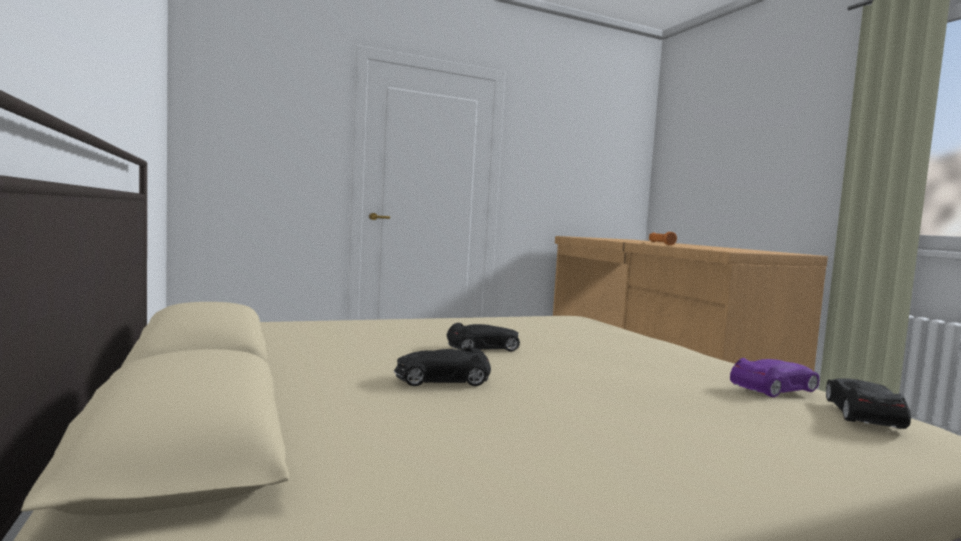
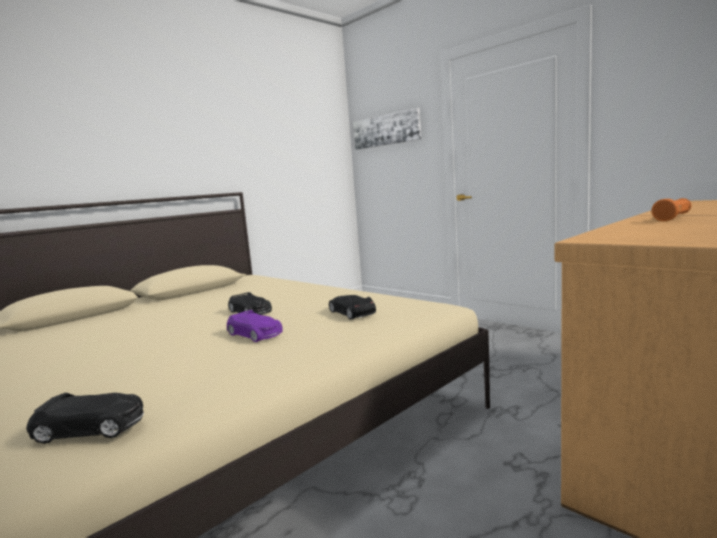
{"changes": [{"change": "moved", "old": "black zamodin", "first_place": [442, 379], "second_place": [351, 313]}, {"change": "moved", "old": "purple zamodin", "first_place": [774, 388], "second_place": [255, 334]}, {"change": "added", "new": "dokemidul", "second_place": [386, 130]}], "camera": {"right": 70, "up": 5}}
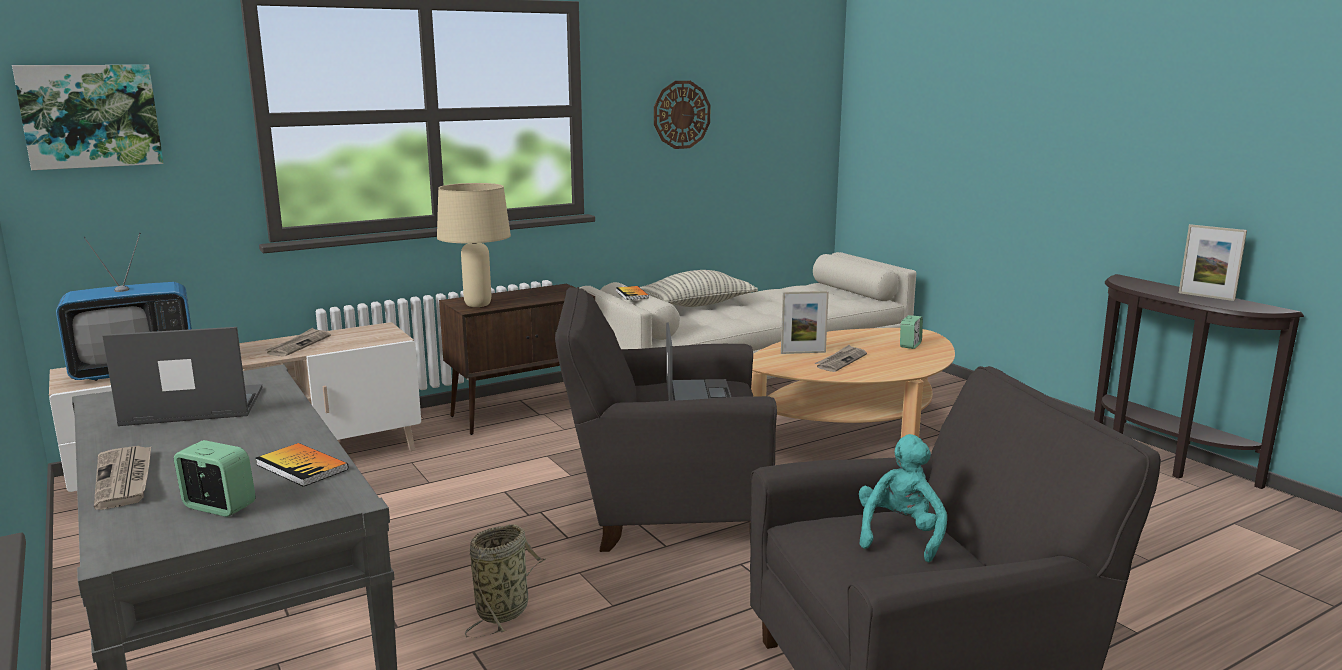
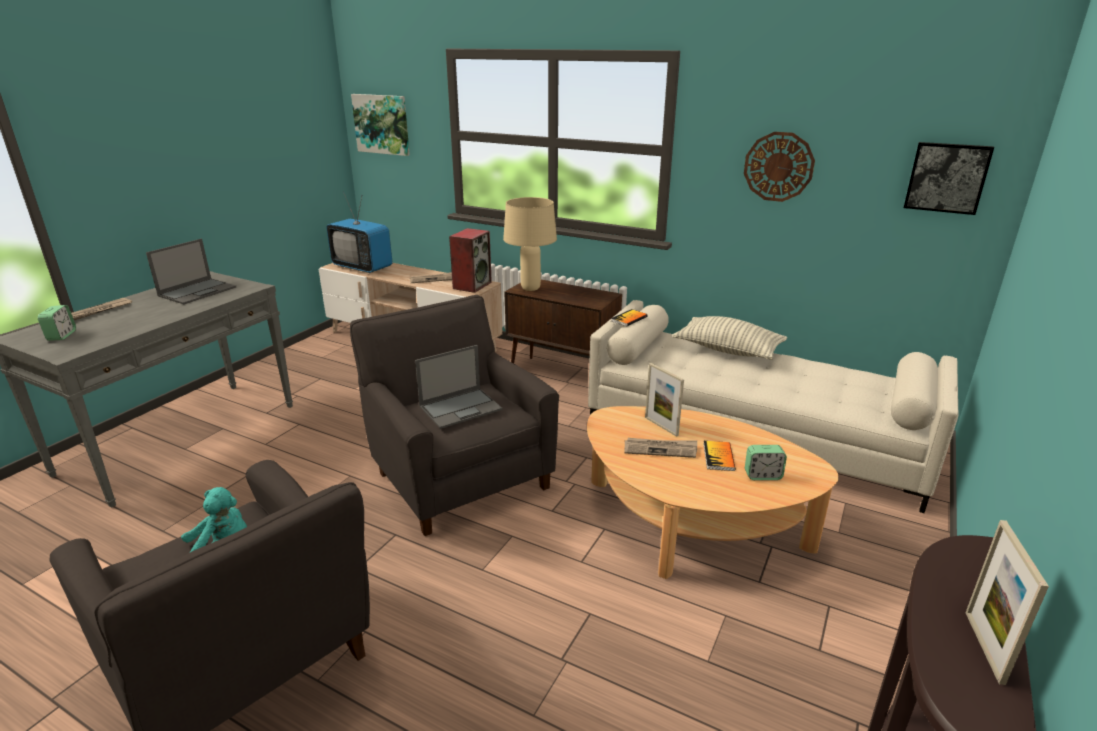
{"changes": [{"change": "turned", "old": "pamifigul", "first_place": [192, 406], "second_place": [198, 291], "degrees": 75}, {"change": "moved", "old": "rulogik", "first_place": [302, 467], "second_place": [718, 457]}, {"change": "removed", "old": "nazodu", "first_place": [504, 610]}, {"change": "added", "new": "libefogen", "second_place": [472, 285]}, {"change": "added", "new": "dokemidul", "second_place": [947, 177]}], "camera": {"right": 60, "up": 10}}
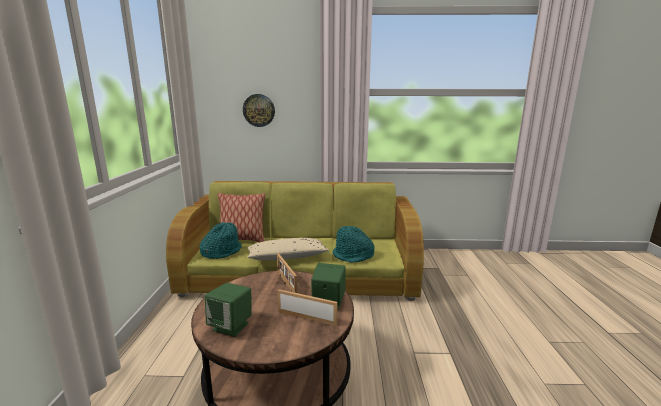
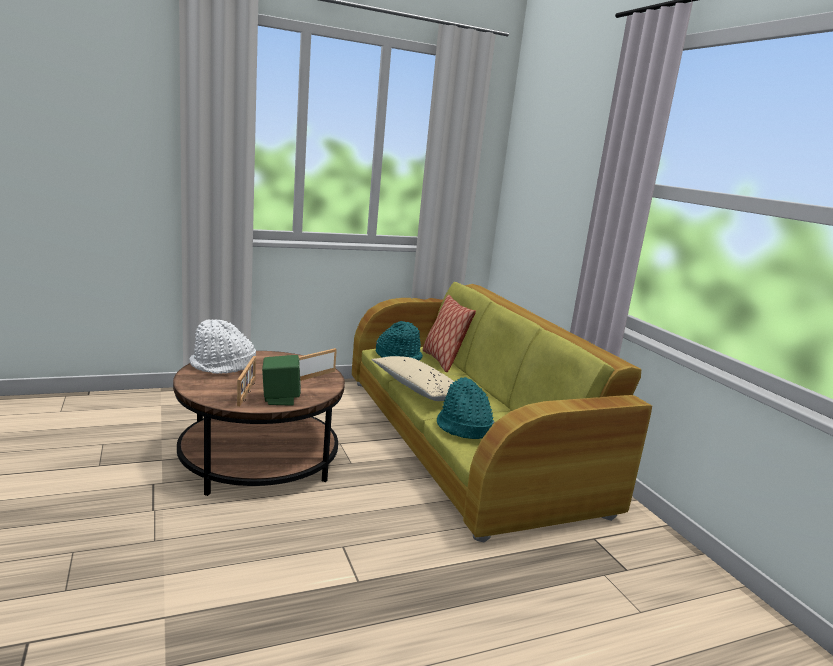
{"changes": [{"change": "replaced", "old": "green libefogen", "new": "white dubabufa", "first_place": [231, 326], "second_place": [222, 366]}, {"change": "removed", "old": "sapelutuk", "first_place": [259, 110]}], "camera": {"right": 65, "up": 0}}
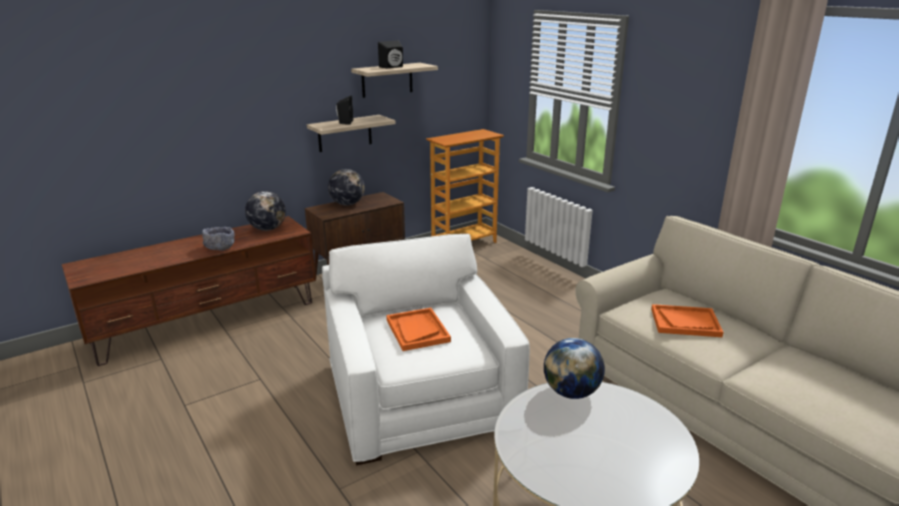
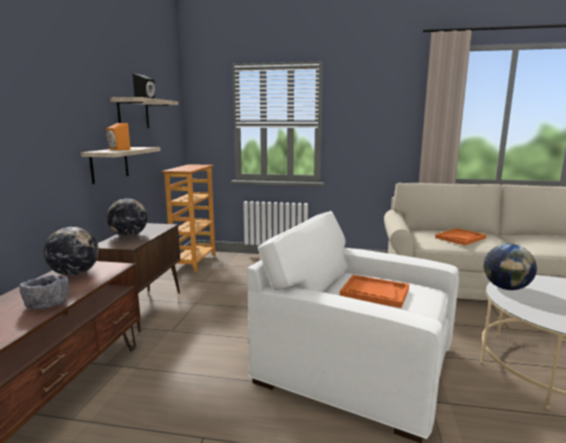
{"changes": [{"change": "recoloured", "old": "black libefogen", "new": "orange libefogen", "first_place": [344, 122], "second_place": [117, 149]}], "camera": {"right": -45, "up": -10}}
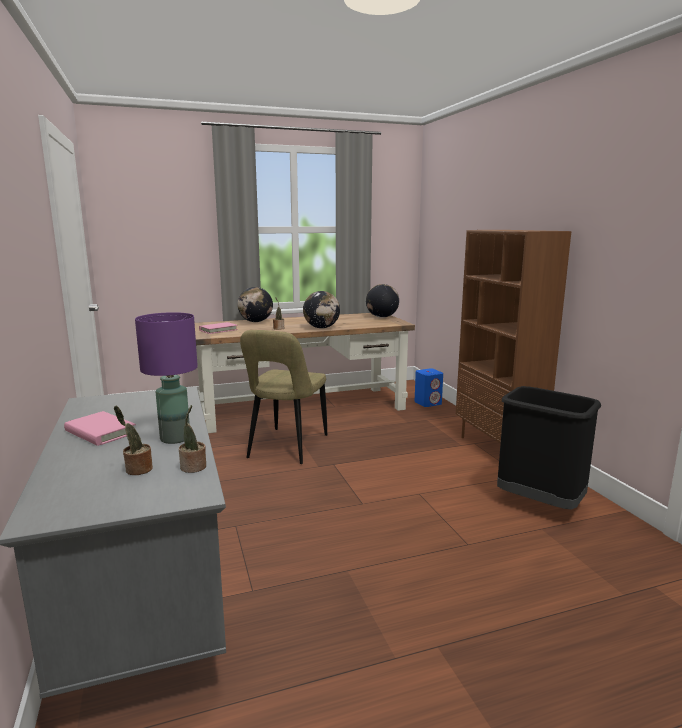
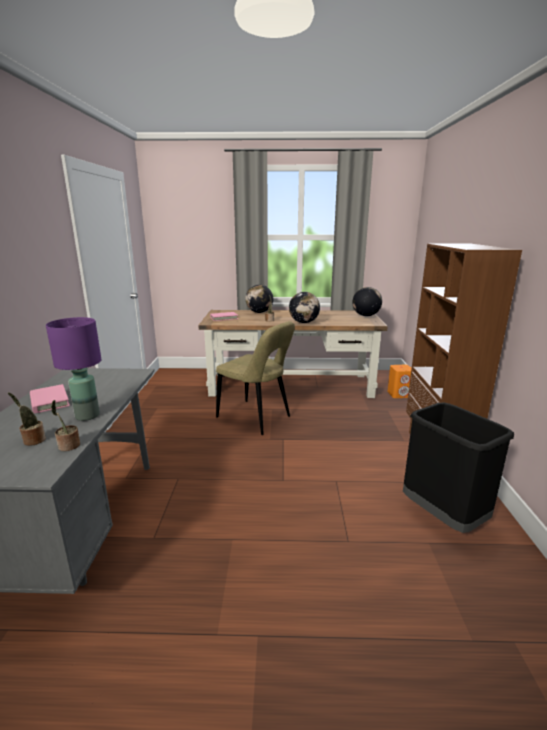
{"changes": [{"change": "turned", "old": "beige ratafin", "first_place": [286, 448], "second_place": [256, 418], "degrees": -90}, {"change": "recoloured", "old": "blue libefogen", "new": "orange libefogen", "first_place": [428, 403], "second_place": [399, 394]}], "camera": {"right": 20, "up": 5}}
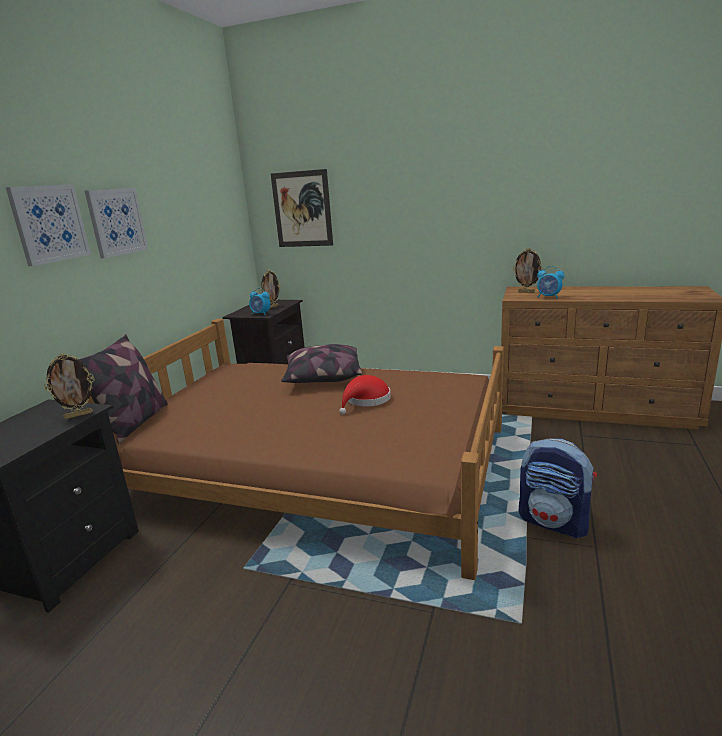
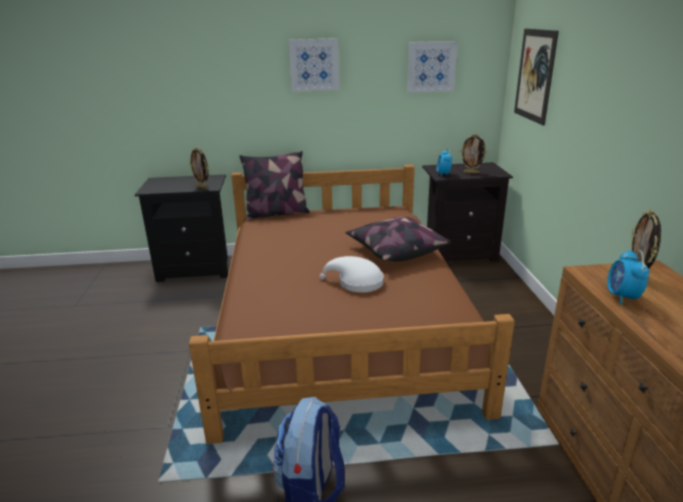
{"changes": [{"change": "moved", "old": "dokemidul", "first_place": [49, 224], "second_place": [431, 67]}, {"change": "recoloured", "old": "red dubabufa", "new": "white dubabufa", "first_place": [366, 401], "second_place": [356, 283]}], "camera": {"right": 65, "up": 5}}
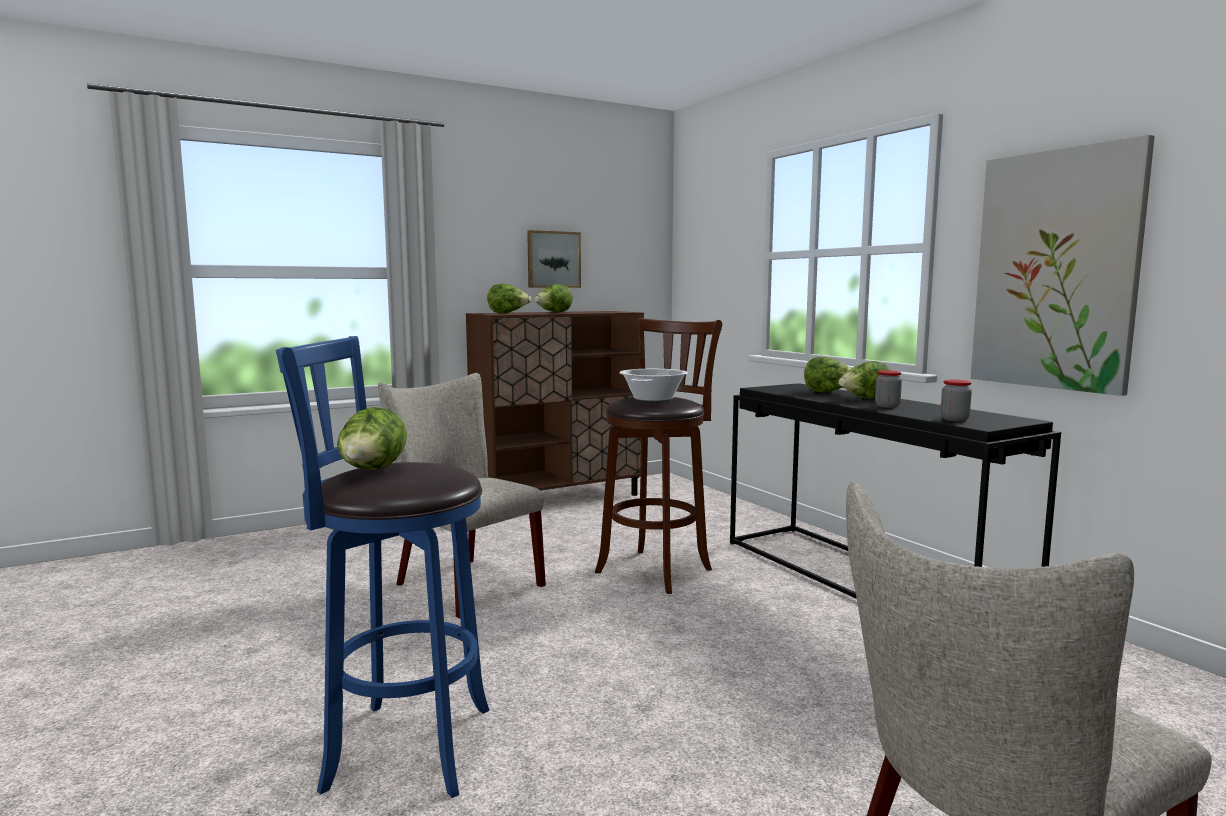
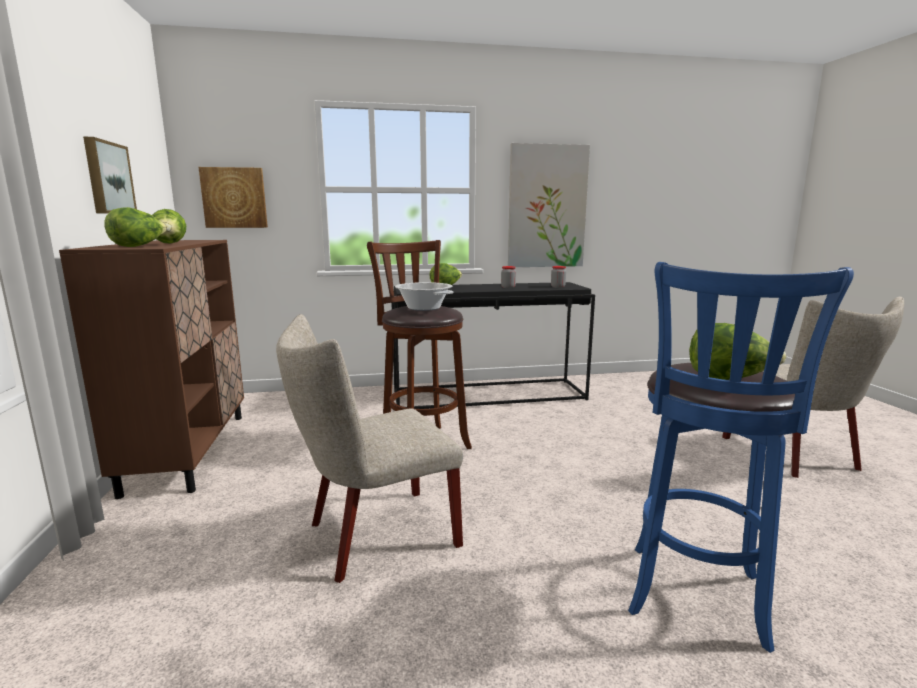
{"changes": [{"change": "removed", "old": "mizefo", "first_place": [865, 399]}, {"change": "added", "new": "dokemidul", "second_place": [234, 198]}], "camera": {"right": -70, "up": 5}}
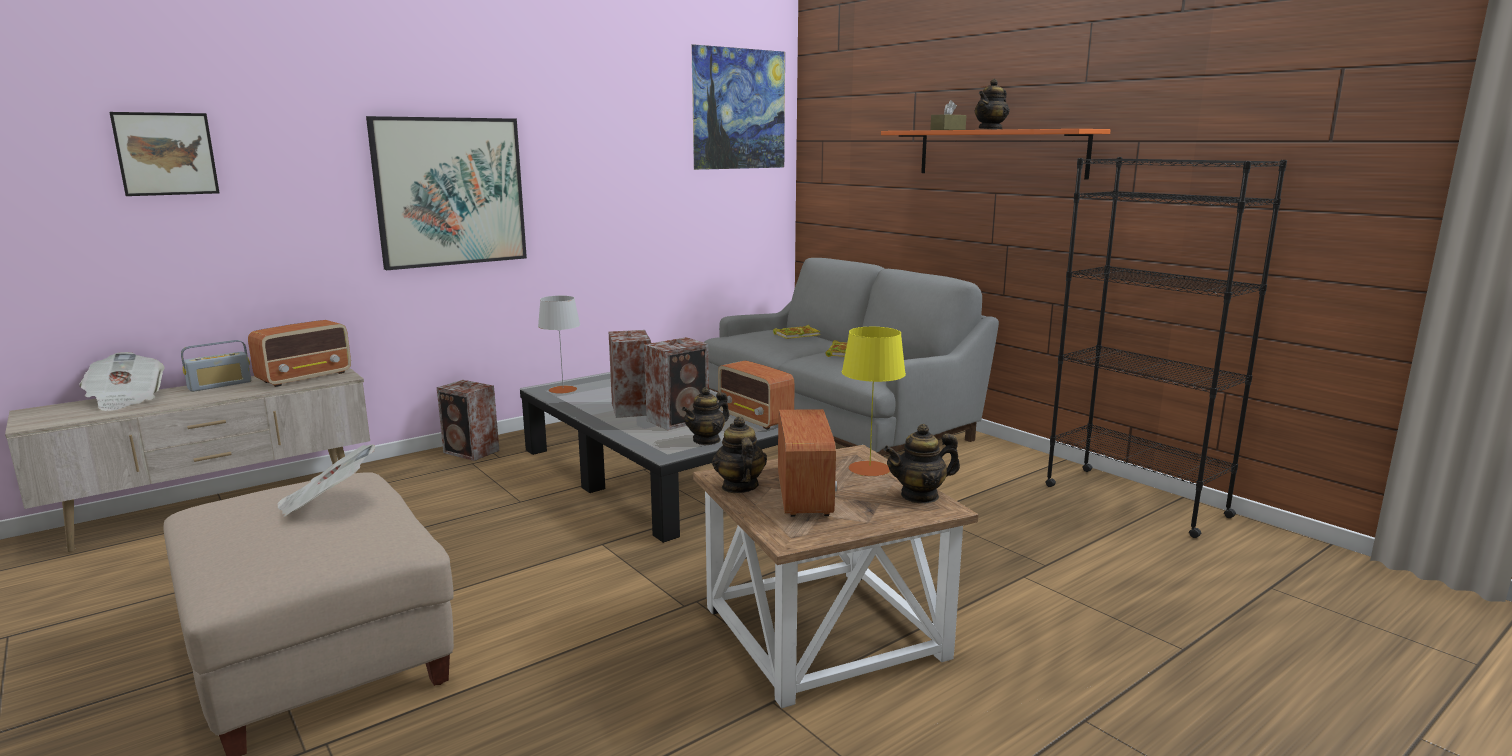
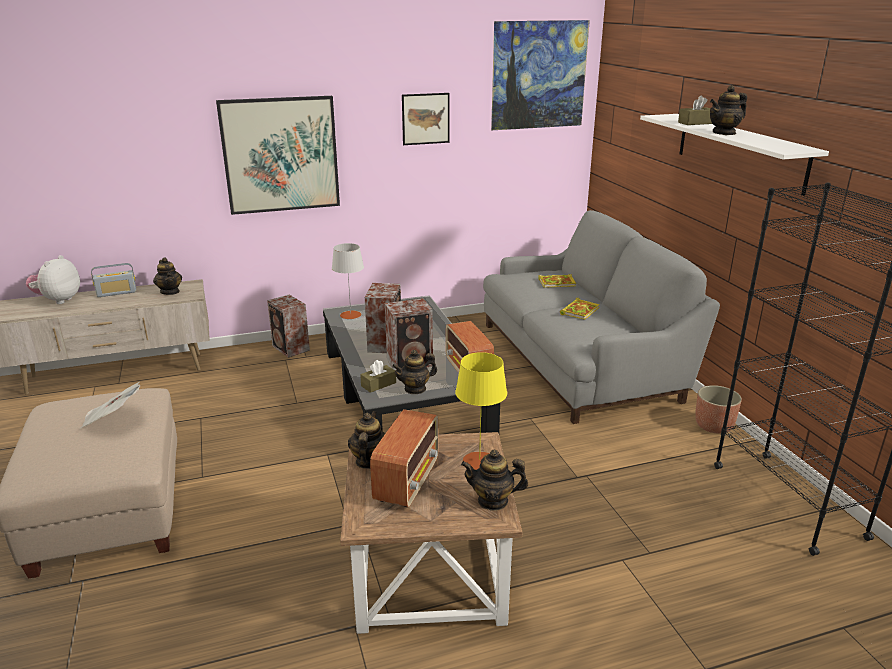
{"changes": [{"change": "replaced", "old": "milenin", "new": "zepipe", "first_place": [125, 400], "second_place": [58, 300]}, {"change": "moved", "old": "dokemidul", "first_place": [166, 154], "second_place": [425, 118]}, {"change": "replaced", "old": "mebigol", "new": "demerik", "first_place": [306, 377], "second_place": [170, 292]}, {"change": "recoloured", "old": "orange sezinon", "new": "white sezinon", "first_place": [999, 153], "second_place": [739, 151]}, {"change": "added", "new": "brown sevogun", "second_place": [378, 384]}, {"change": "added", "new": "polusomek", "second_place": [714, 426]}], "camera": {"right": 20, "up": 10}}
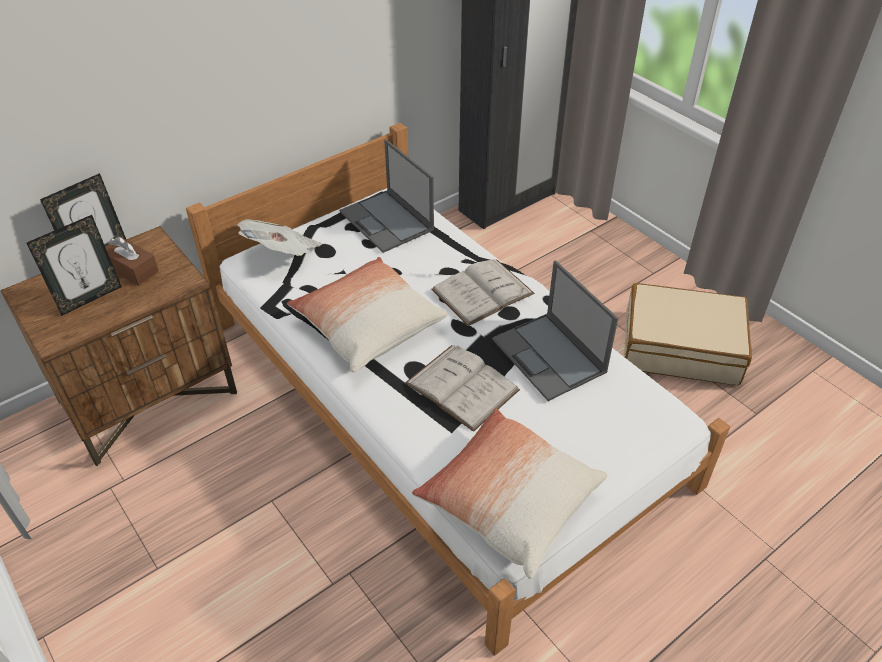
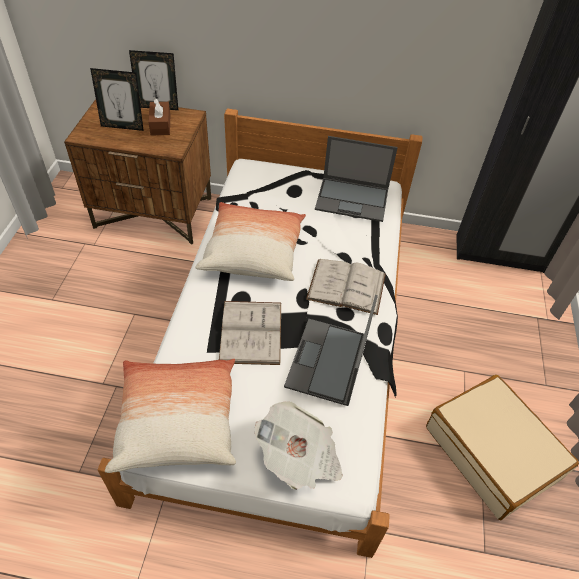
{"changes": [{"change": "moved", "old": "milenin", "first_place": [283, 253], "second_place": [300, 457]}, {"change": "turned", "old": "pamifigul", "first_place": [387, 221], "second_place": [353, 199], "degrees": -90}], "camera": {"right": 45, "up": 5}}
